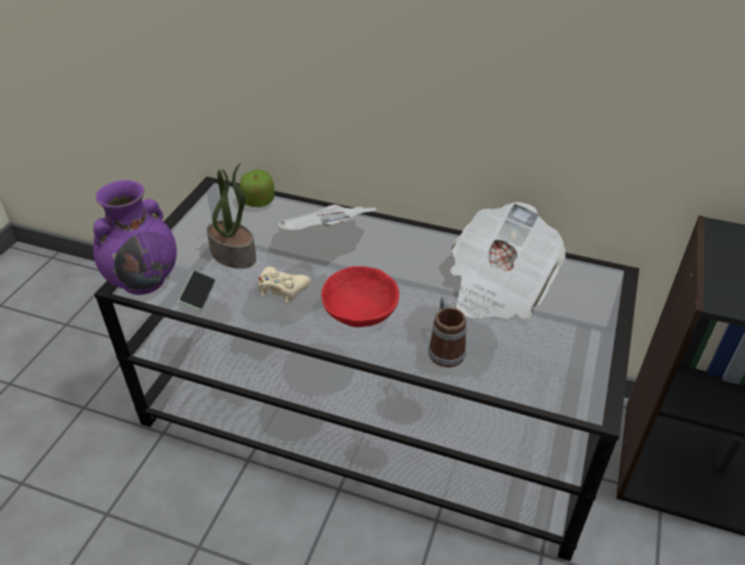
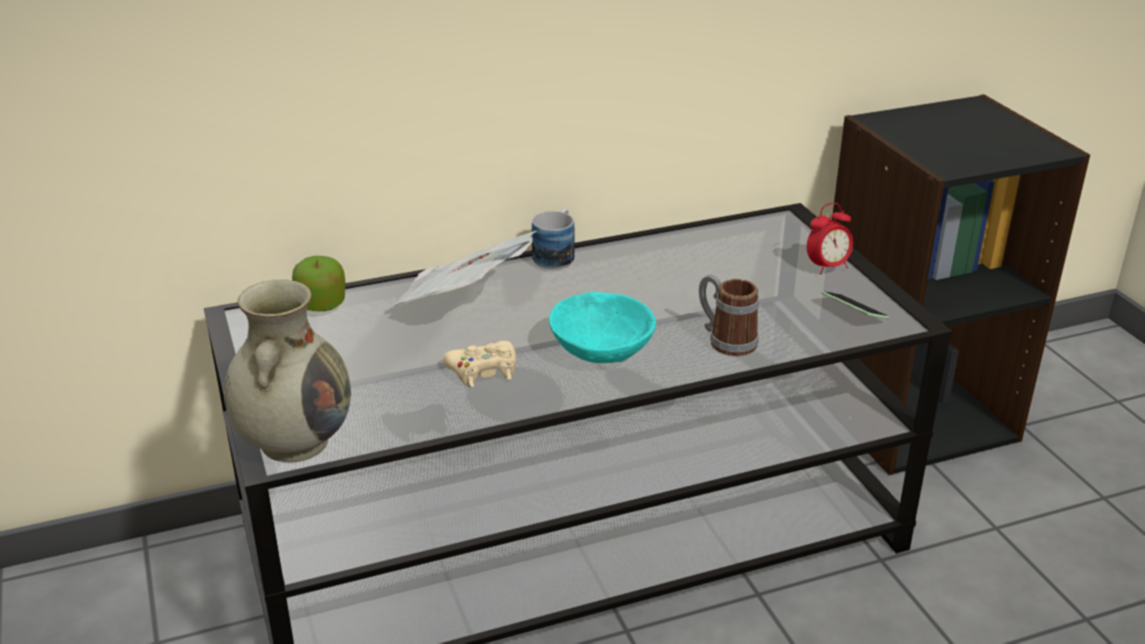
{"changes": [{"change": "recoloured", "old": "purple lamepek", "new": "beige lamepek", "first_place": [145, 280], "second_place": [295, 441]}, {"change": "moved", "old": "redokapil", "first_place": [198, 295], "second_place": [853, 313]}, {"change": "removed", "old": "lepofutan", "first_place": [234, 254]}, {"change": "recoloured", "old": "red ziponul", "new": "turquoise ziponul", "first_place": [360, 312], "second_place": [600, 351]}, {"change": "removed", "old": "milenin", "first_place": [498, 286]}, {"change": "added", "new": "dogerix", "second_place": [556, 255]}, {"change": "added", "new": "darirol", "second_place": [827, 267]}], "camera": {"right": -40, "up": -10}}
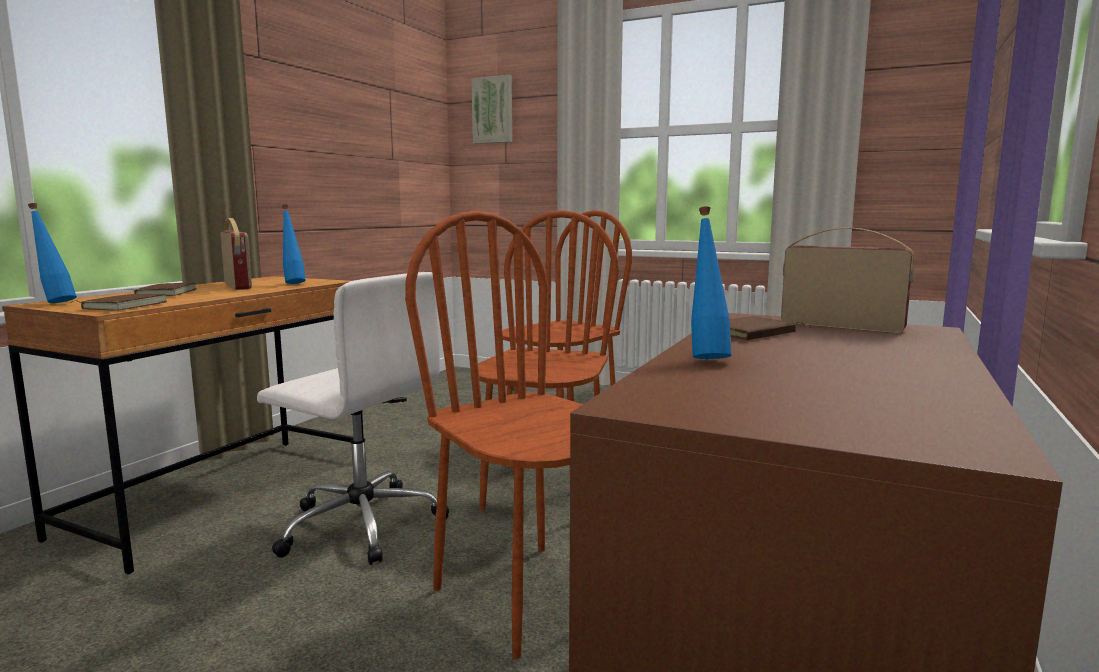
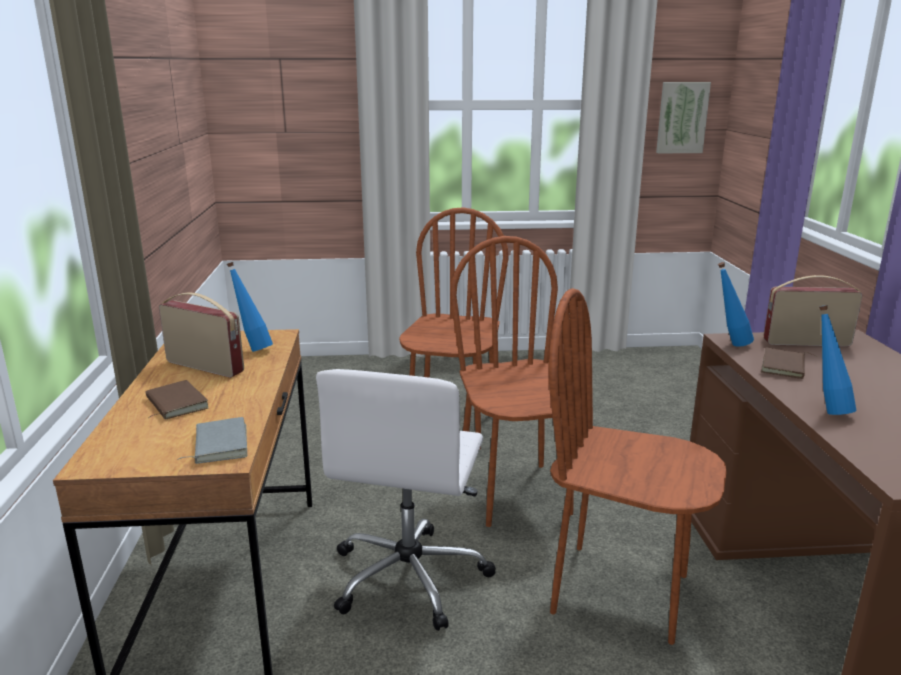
{"changes": [{"change": "moved", "old": "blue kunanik", "first_place": [55, 302], "second_place": [729, 344]}, {"change": "recoloured", "old": "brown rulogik", "new": "grey rulogik", "first_place": [124, 306], "second_place": [218, 444]}, {"change": "turned", "old": "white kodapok", "first_place": [360, 524], "second_place": [410, 576], "degrees": 105}, {"change": "moved", "old": "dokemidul", "first_place": [493, 110], "second_place": [681, 117]}], "camera": {"right": -30, "up": 10}}
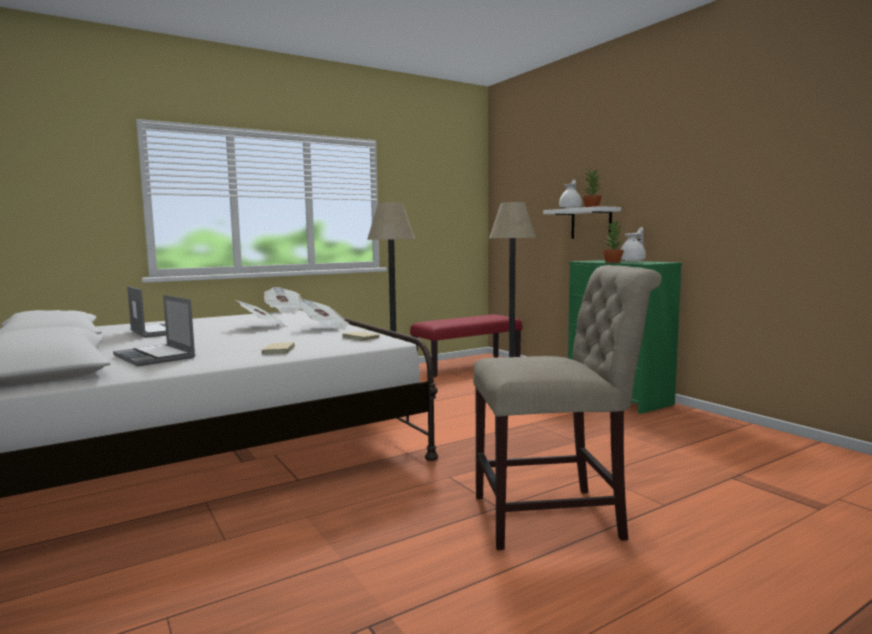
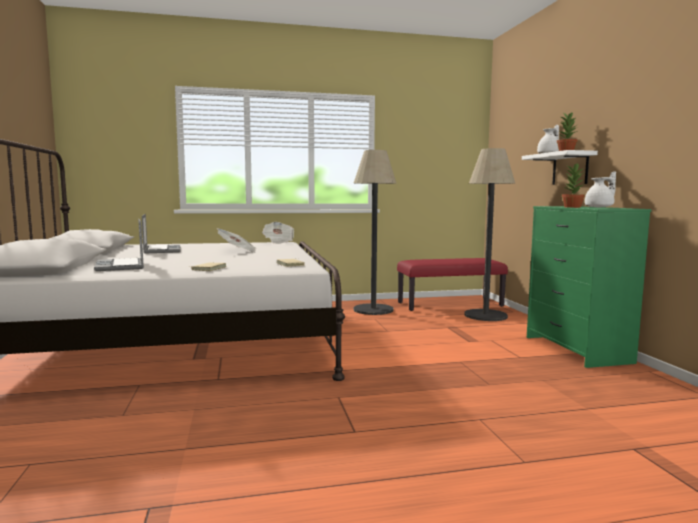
{"changes": [{"change": "removed", "old": "milenin", "first_place": [325, 328]}, {"change": "removed", "old": "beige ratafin", "first_place": [556, 517]}], "camera": {"right": 20, "up": 0}}
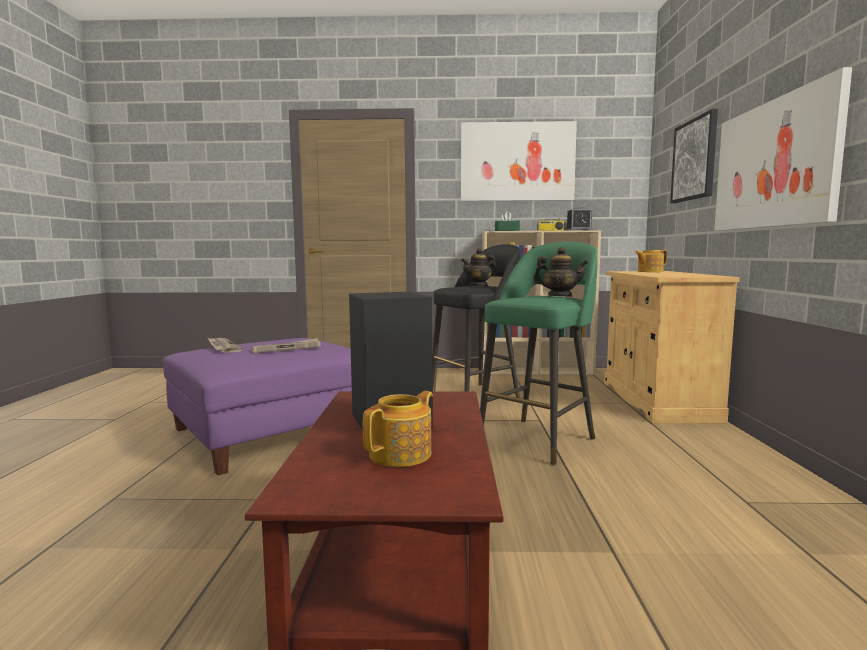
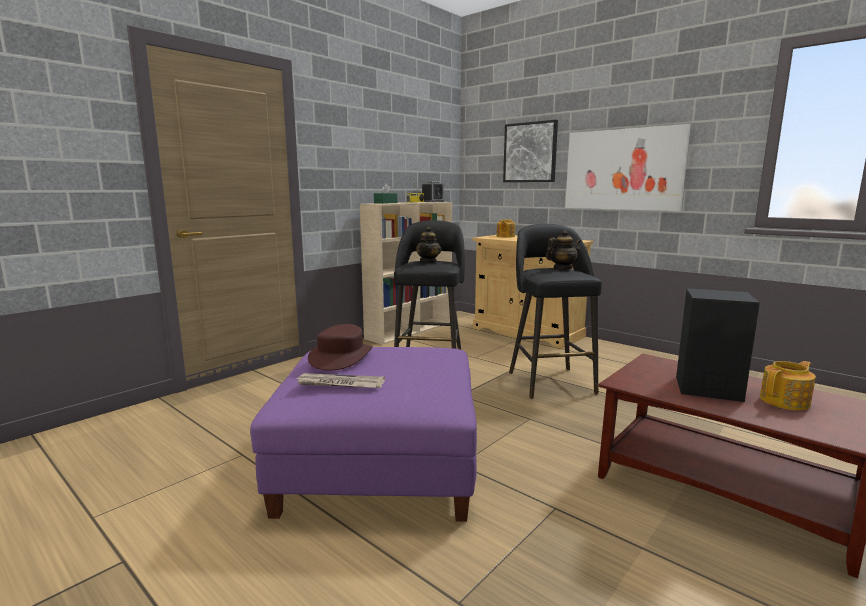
{"changes": [{"change": "removed", "old": "milenin", "first_place": [287, 348]}, {"change": "turned", "old": "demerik", "first_place": [402, 454], "second_place": [785, 401], "degrees": 75}, {"change": "removed", "old": "dokemidul", "first_place": [517, 162]}, {"change": "recoloured", "old": "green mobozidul", "new": "black mobozidul", "first_place": [538, 439], "second_place": [550, 381]}, {"change": "added", "new": "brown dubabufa", "second_place": [341, 357]}], "camera": {"right": -50, "up": 5}}
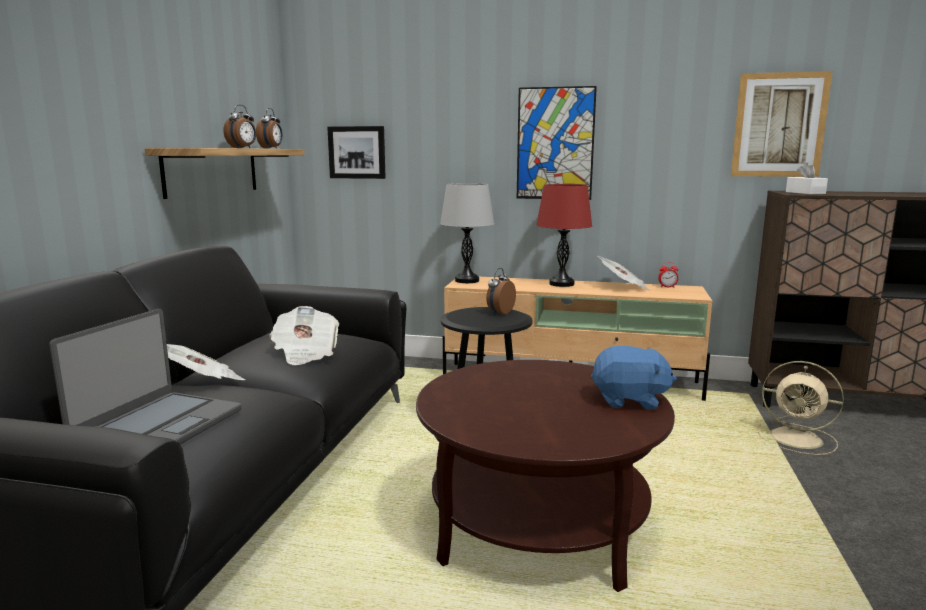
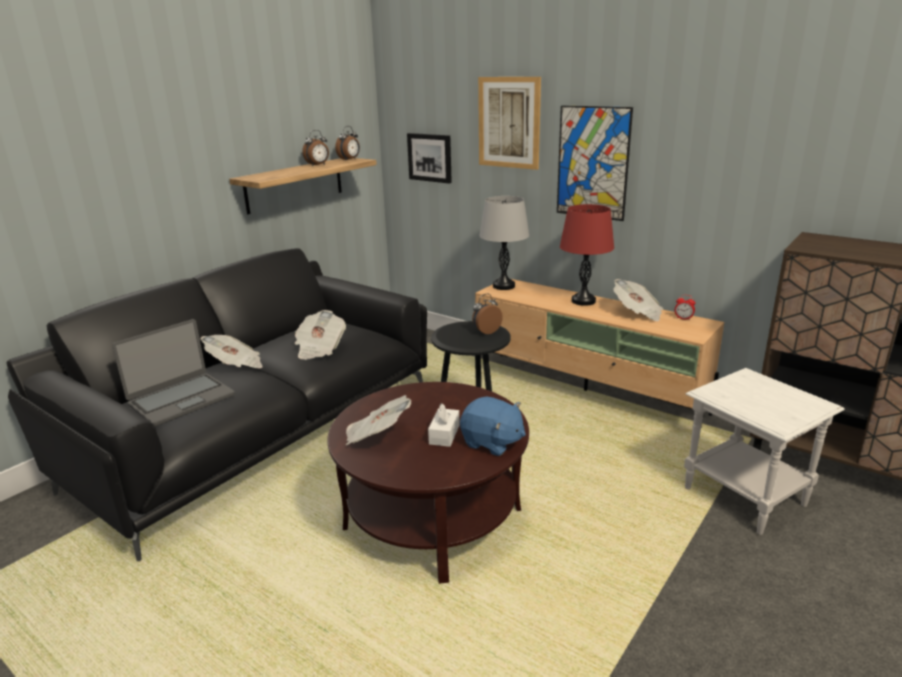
{"changes": [{"change": "moved", "old": "dokemidul", "first_place": [779, 125], "second_place": [509, 122]}, {"change": "replaced", "old": "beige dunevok", "new": "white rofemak", "first_place": [798, 439], "second_place": [745, 497]}, {"change": "moved", "old": "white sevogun", "first_place": [805, 193], "second_place": [444, 434]}, {"change": "added", "new": "milenin", "second_place": [377, 436]}], "camera": {"right": 25, "up": 10}}
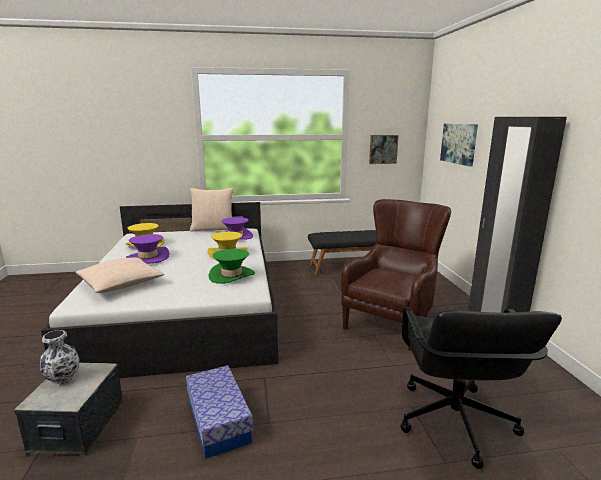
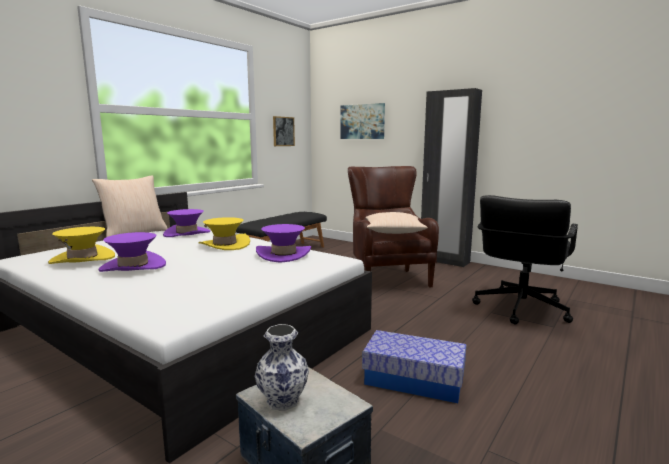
{"changes": [{"change": "moved", "old": "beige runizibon", "first_place": [121, 283], "second_place": [393, 232]}, {"change": "recoloured", "old": "green dubabufa", "new": "purple dubabufa", "first_place": [232, 275], "second_place": [283, 254]}, {"change": "turned", "old": "black kodapok", "first_place": [454, 421], "second_place": [520, 309], "degrees": 75}], "camera": {"right": -45, "up": -5}}
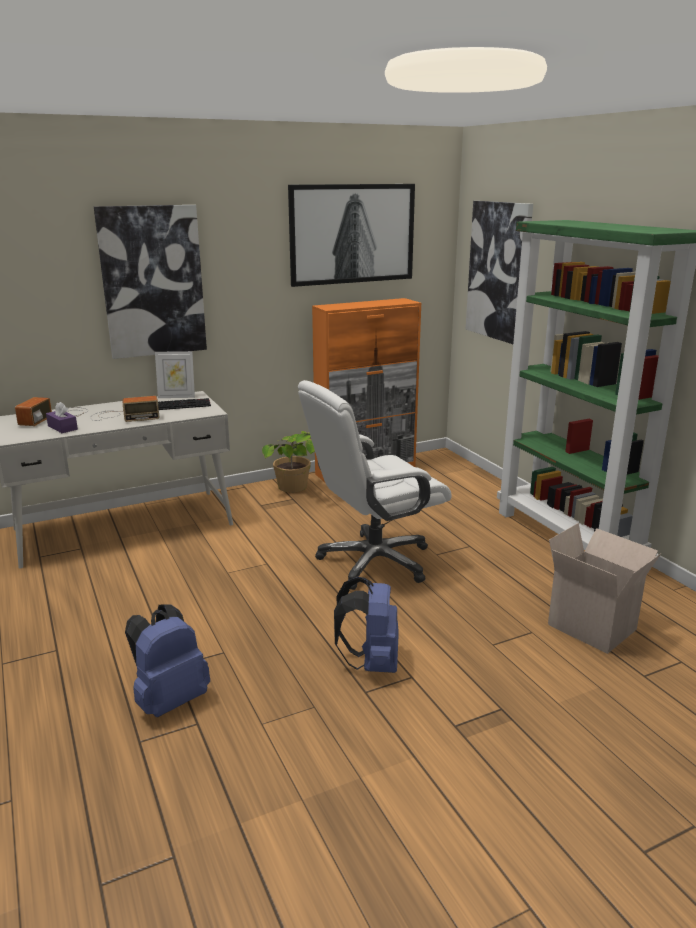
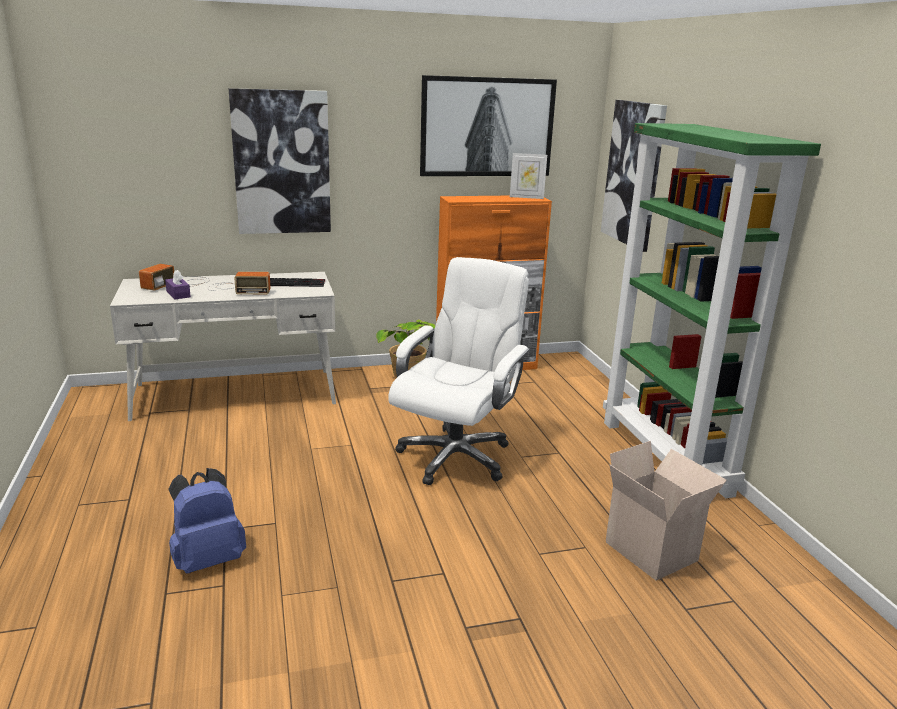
{"changes": [{"change": "moved", "old": "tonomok", "first_place": [177, 396], "second_place": [526, 197]}, {"change": "turned", "old": "white kodapok", "first_place": [374, 562], "second_place": [455, 456], "degrees": 135}, {"change": "removed", "old": "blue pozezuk", "first_place": [371, 663]}], "camera": {"right": 10, "up": 0}}
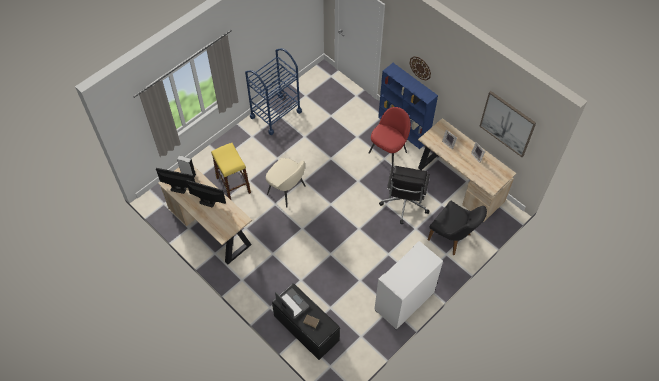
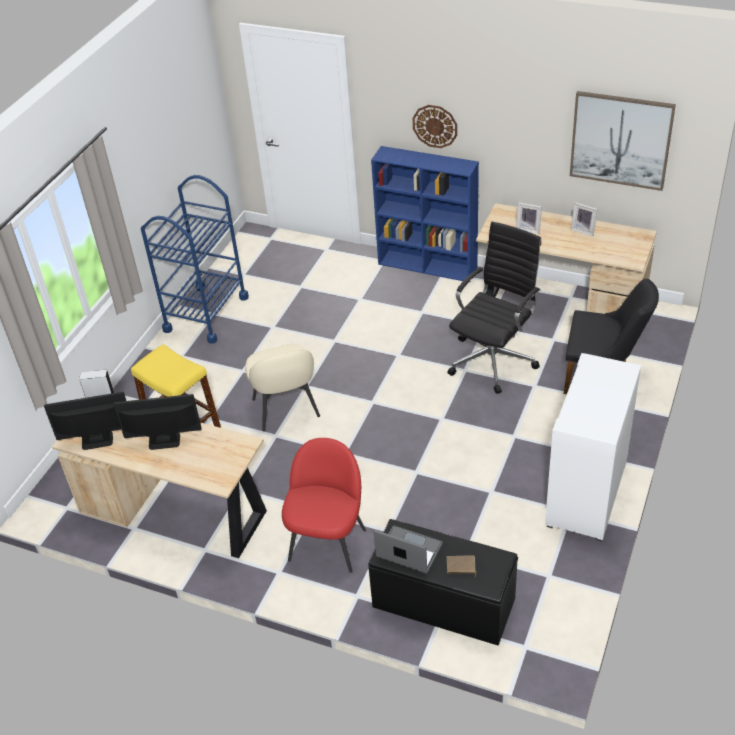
{"changes": [{"change": "turned", "old": "beige ratafin", "first_place": [287, 191], "second_place": [286, 409], "degrees": 60}, {"change": "moved", "old": "red ratafin", "first_place": [388, 152], "second_place": [328, 543]}, {"change": "turned", "old": "black kodapok", "first_place": [404, 204], "second_place": [494, 359], "degrees": -135}], "camera": {"right": -20, "up": -15}}
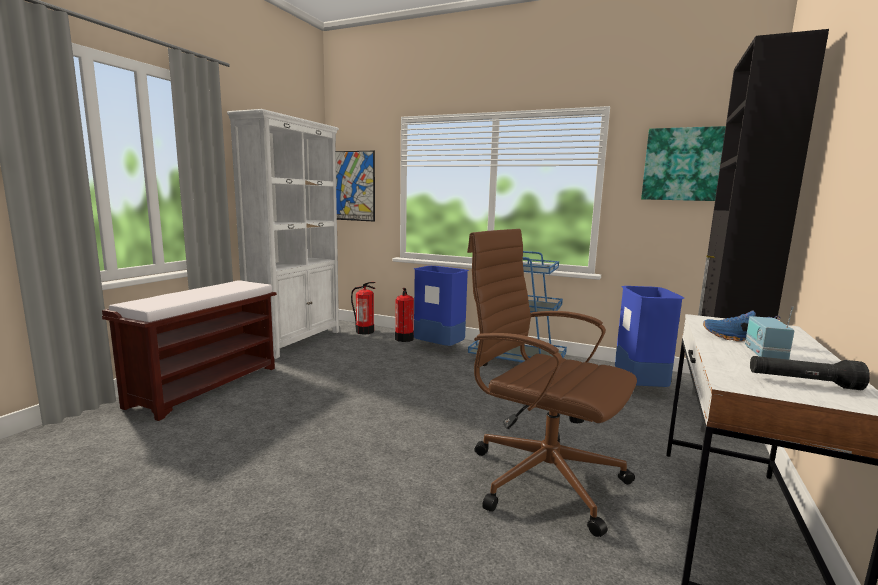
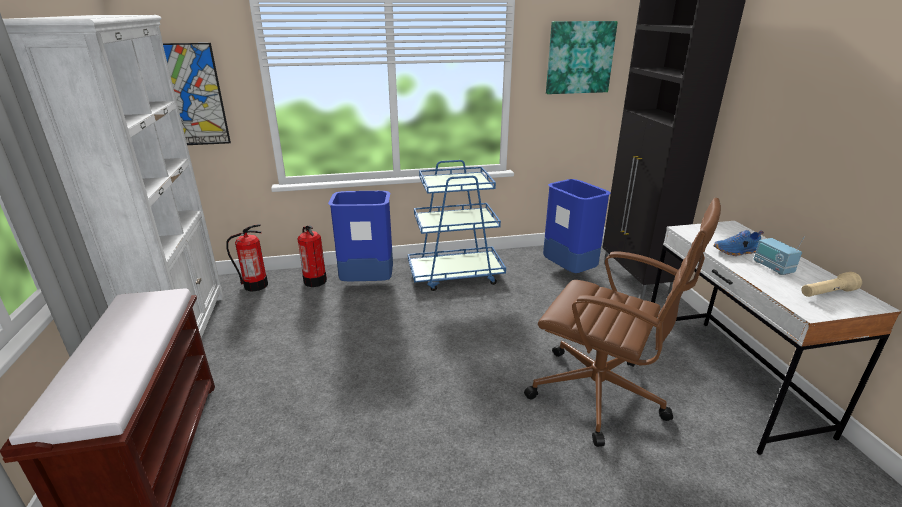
{"changes": [{"change": "turned", "old": "brown kodapok", "first_place": [541, 477], "second_place": [601, 395], "degrees": -150}, {"change": "recoloured", "old": "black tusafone", "new": "beige tusafone", "first_place": [803, 383], "second_place": [826, 293]}], "camera": {"right": -35, "up": 15}}
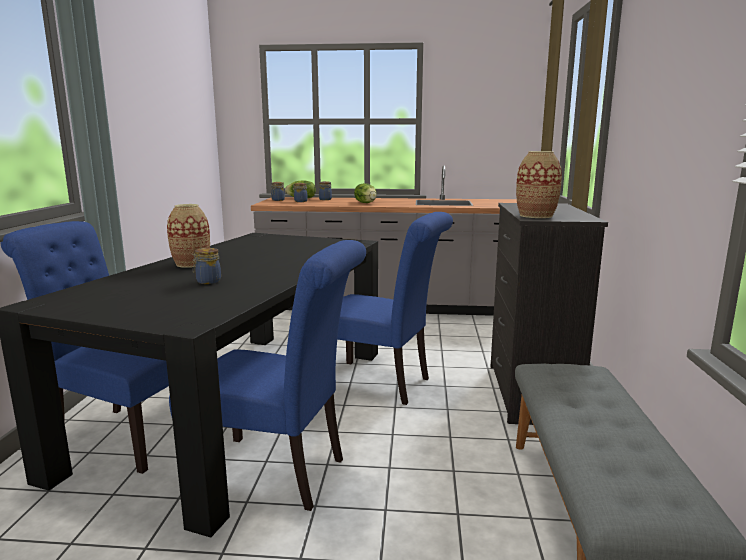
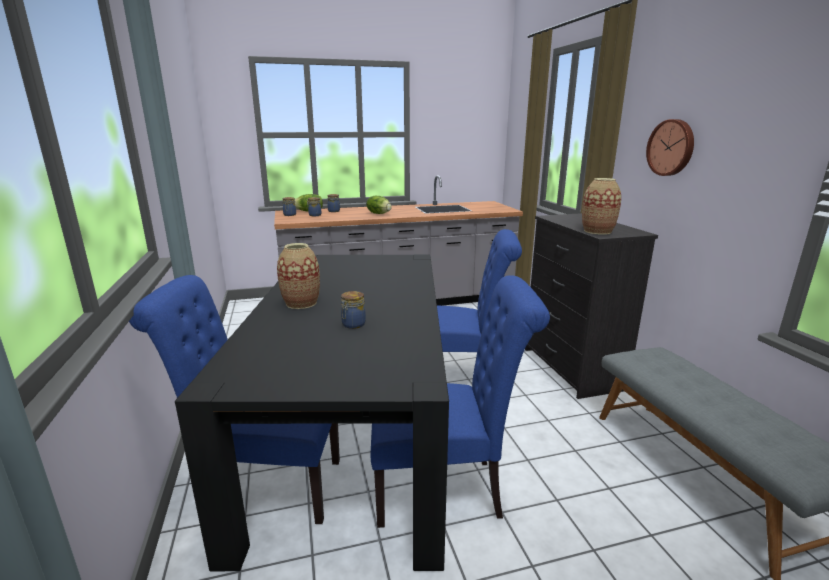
{"changes": [{"change": "added", "new": "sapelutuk", "second_place": [671, 147]}], "camera": {"right": -20, "up": 5}}
